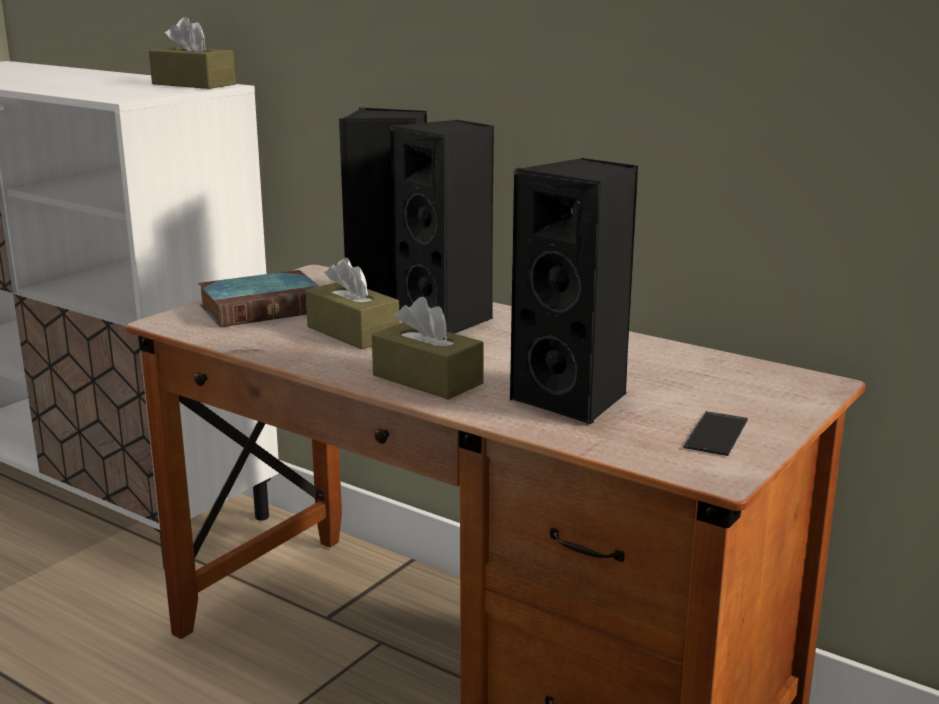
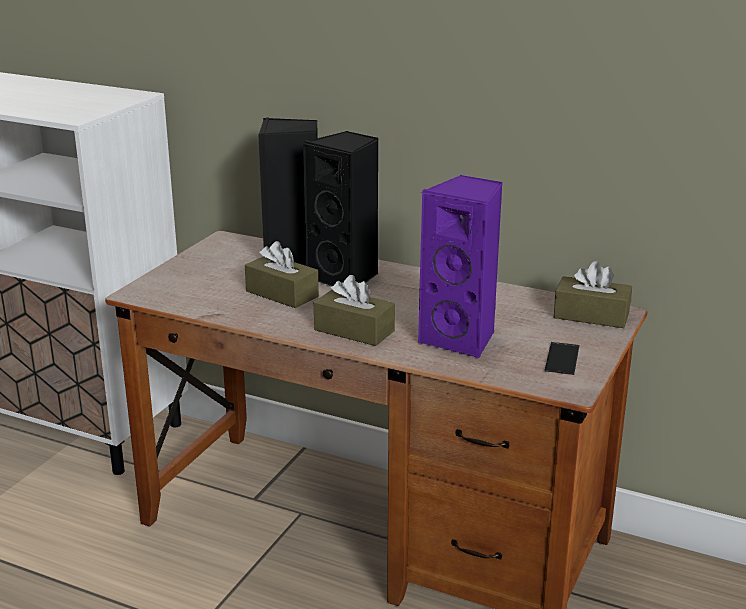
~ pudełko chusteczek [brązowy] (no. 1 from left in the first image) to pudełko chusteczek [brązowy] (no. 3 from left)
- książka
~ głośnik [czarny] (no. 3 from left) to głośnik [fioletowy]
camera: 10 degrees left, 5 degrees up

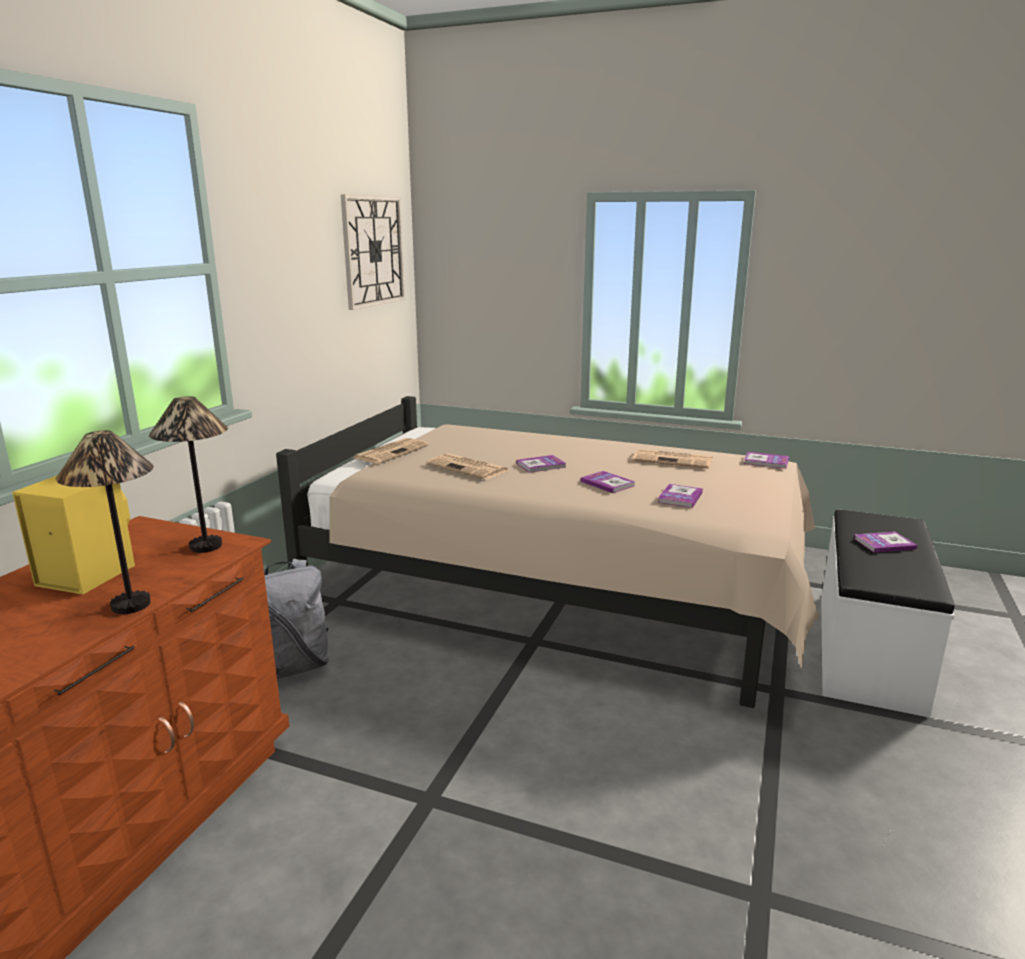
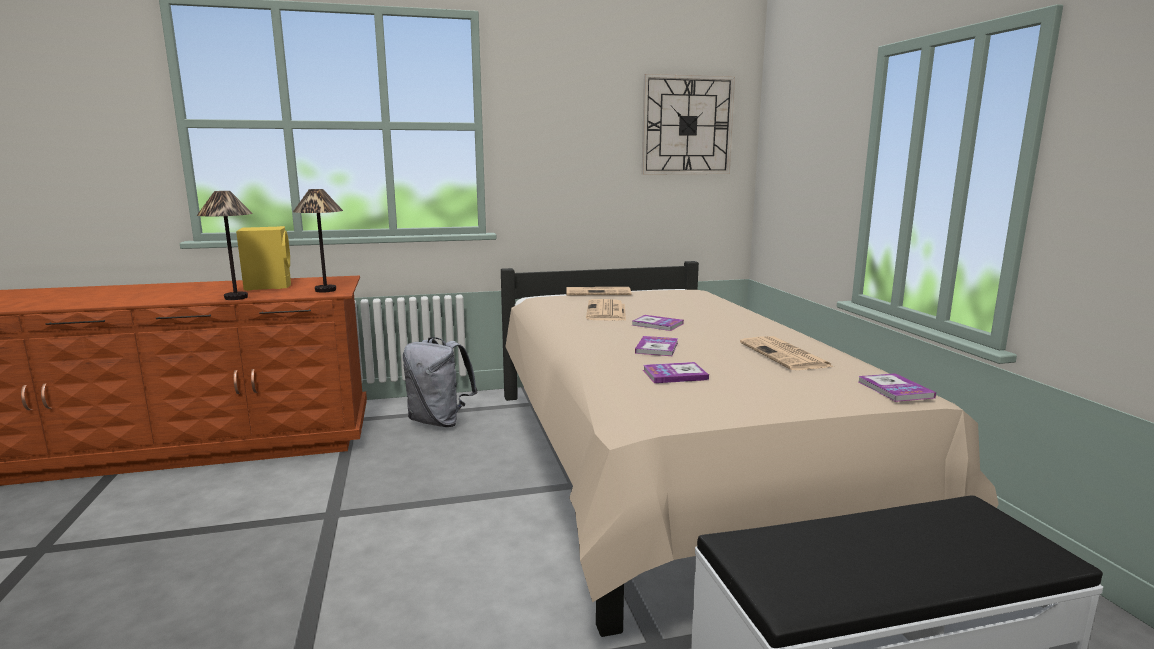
- książka (no. 5 from left)
camera: 55 degrees right, 5 degrees down

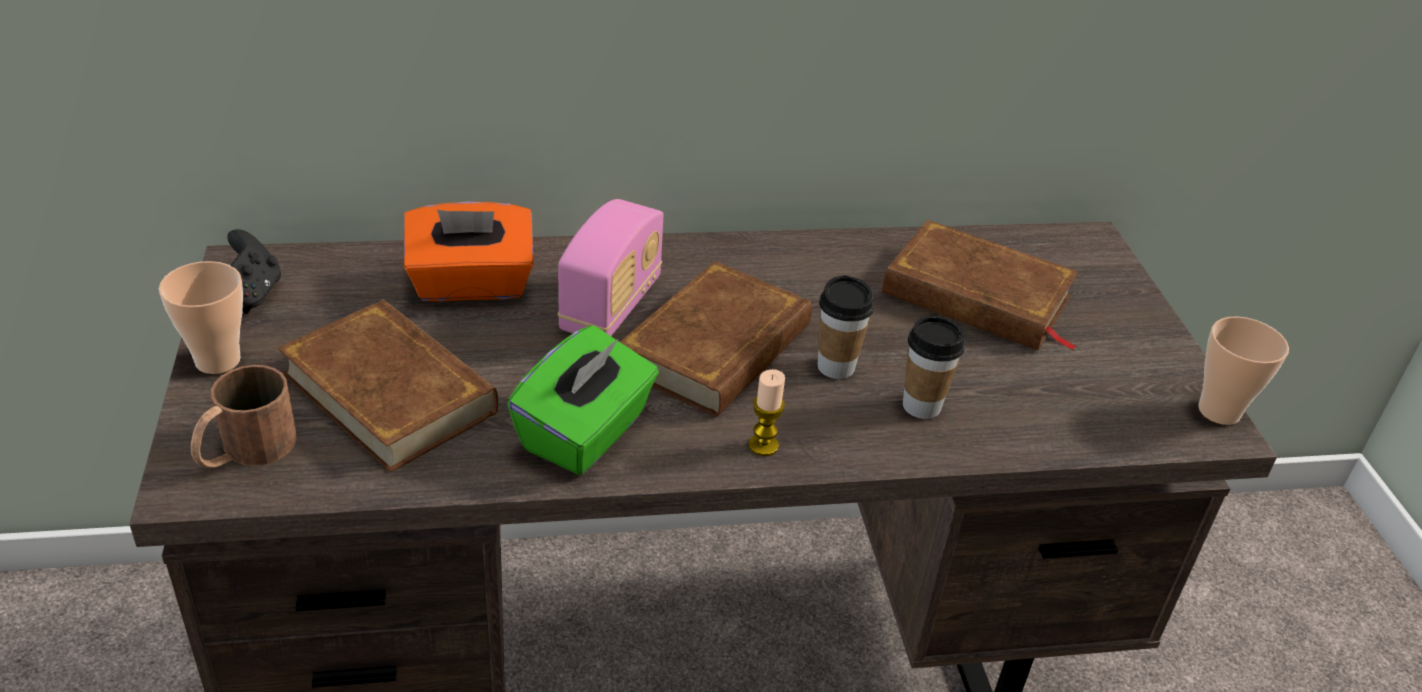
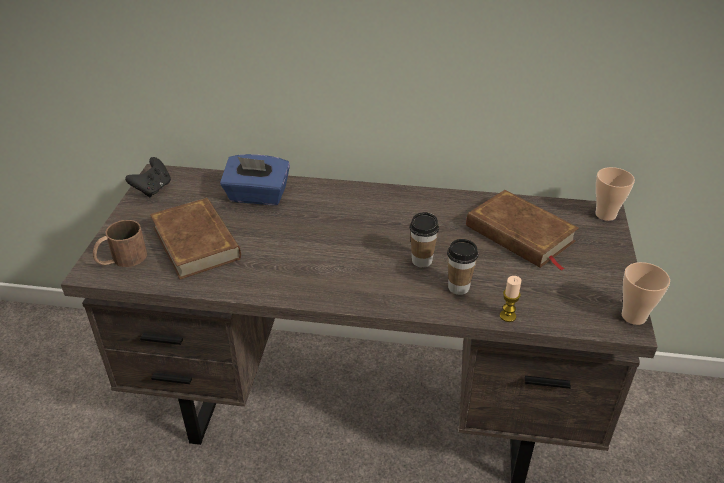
~ filiżanka (no. 1 from left in the first image) to filiżanka (no. 3 from left)
~ pudełko chusteczek [pomarańczowy] to pudełko chusteczek [niebieski]
- pudełko chusteczek [zielony]
- radio
- książka [brązowy] (no. 2 from left)
~ świeca
camera: 20 degrees right, 0 degrees up

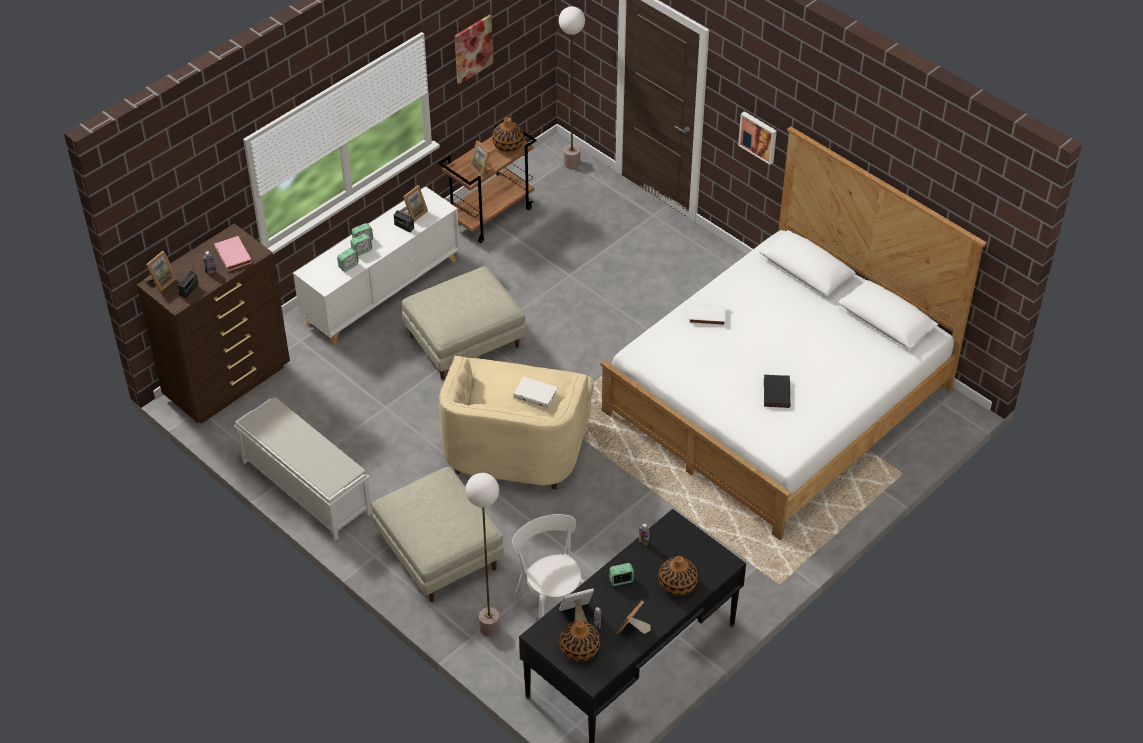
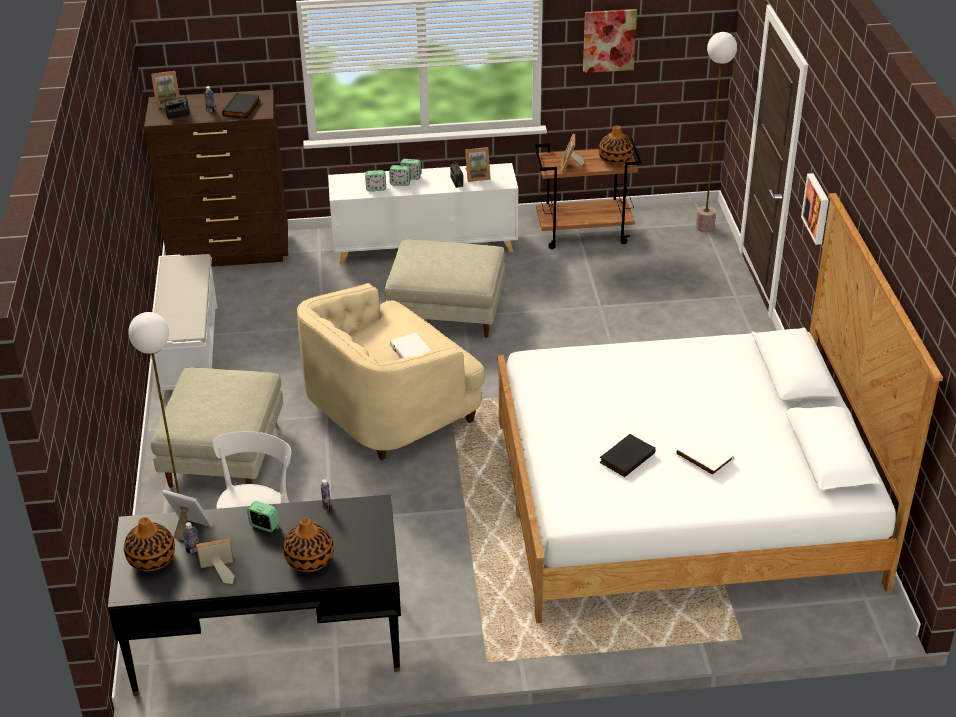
~ książka [różowy] to książka [czarny] (no. 1 from left)
~ książka [biały] (no. 2 from left)
camera: 40 degrees right, 10 degrees down

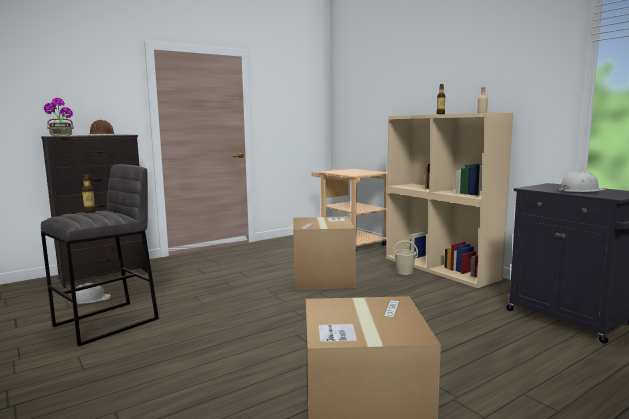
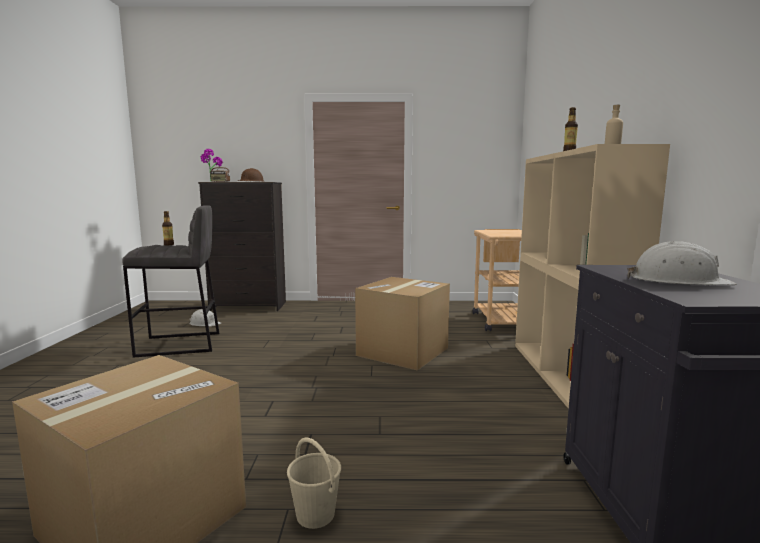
~ wiadro [beżowy]
camera: 35 degrees right, 0 degrees up

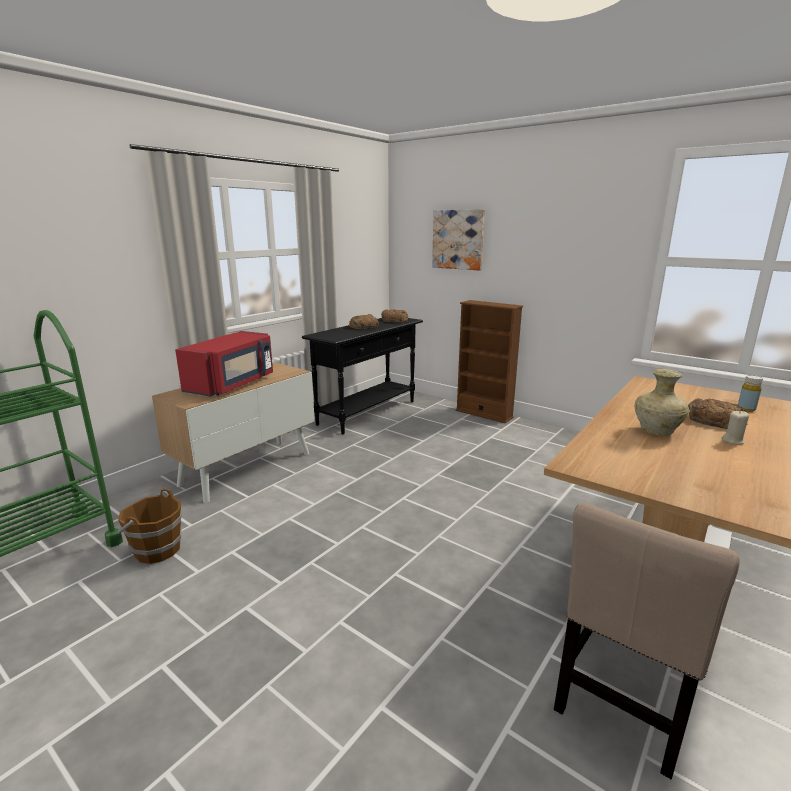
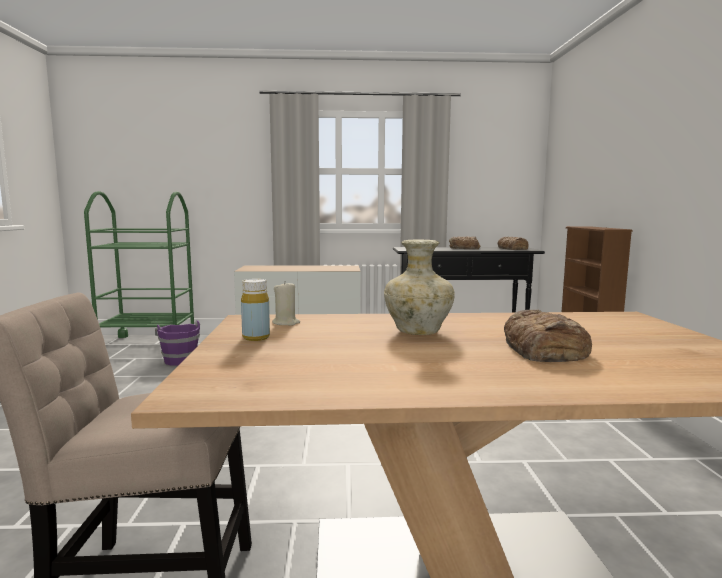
~ wiadro [brązowy] to wiadro [fioletowy]
- mikrofalówka [czerwony]
- obraz
~ świeca [beżowy]
~ butelka [żółty]
camera: 50 degrees right, 10 degrees down

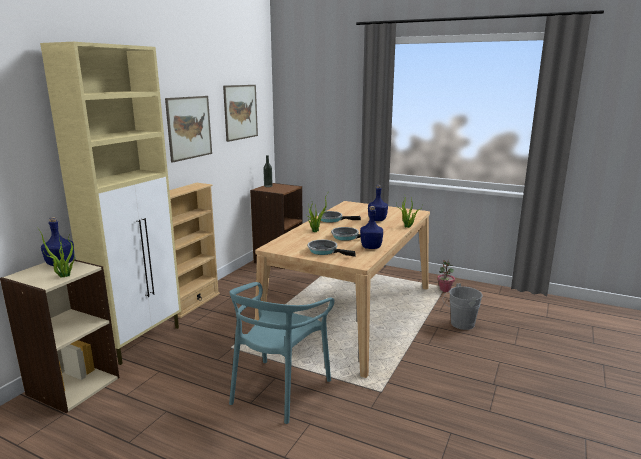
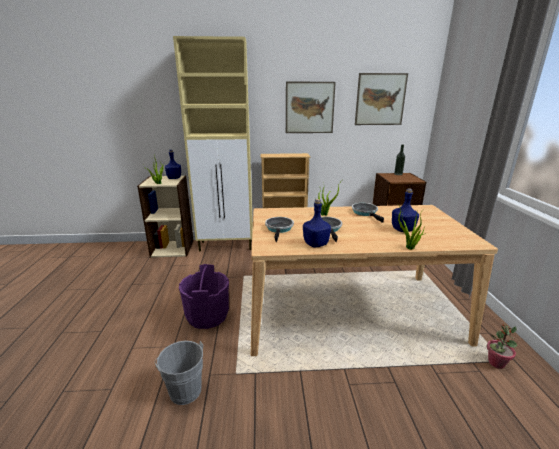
~ krzesło [turkusowy] to wiadro [fioletowy]
~ wiadro [szary]
camera: 60 degrees right, 5 degrees up

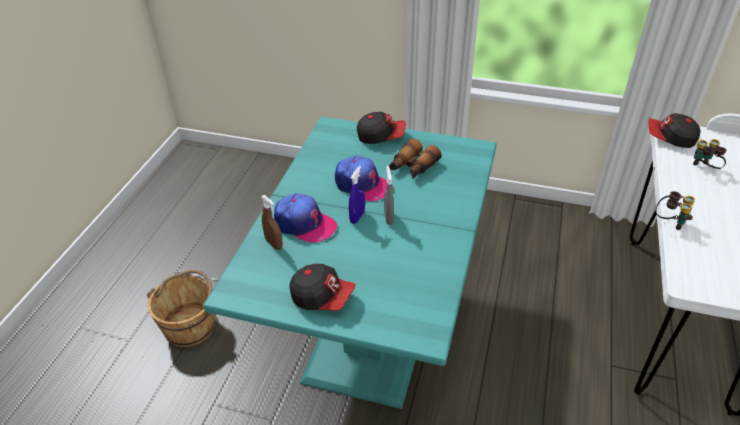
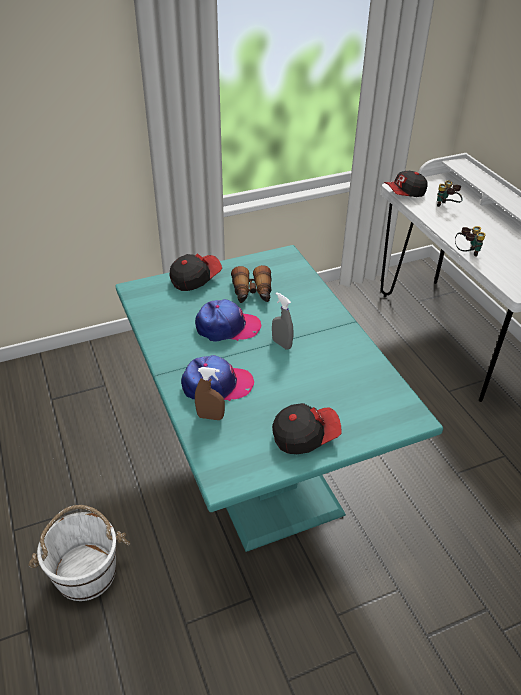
~ wiadro [brązowy] to wiadro [biały]
- spryskiwacz [niebieski]
camera: 40 degrees left, 0 degrees up

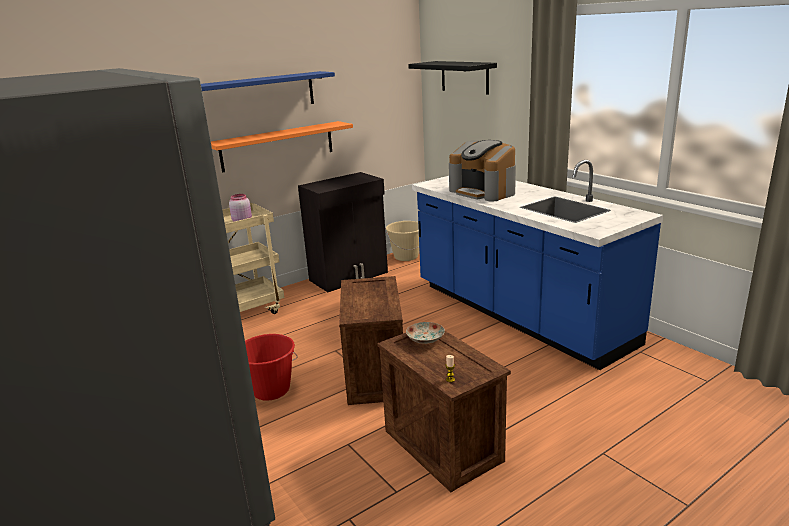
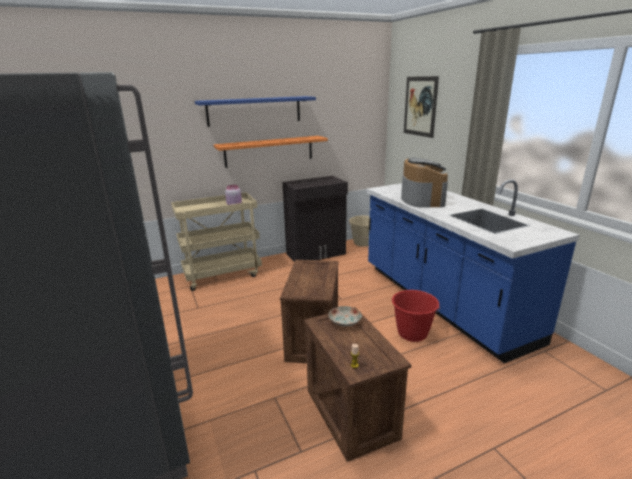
~ wiadro [czerwony]
~ półka [czarny] to obraz
~ ekspres do kawy 150 degrees counterclockwise
camera: 10 degrees right, 0 degrees up

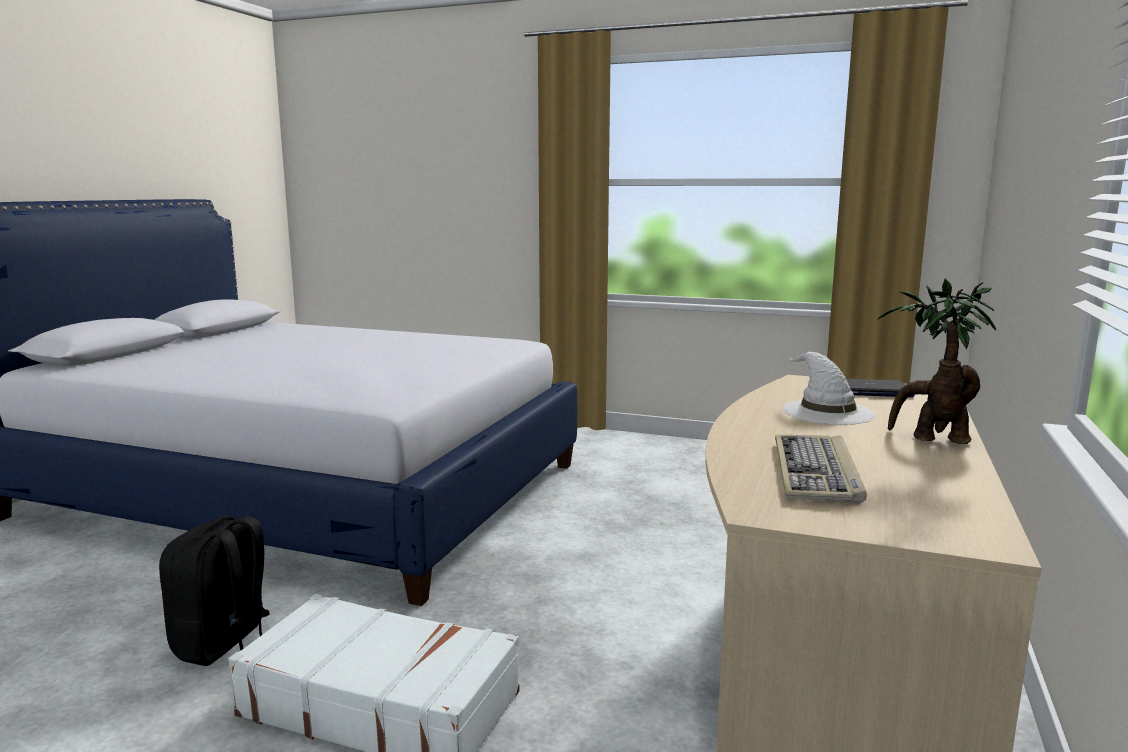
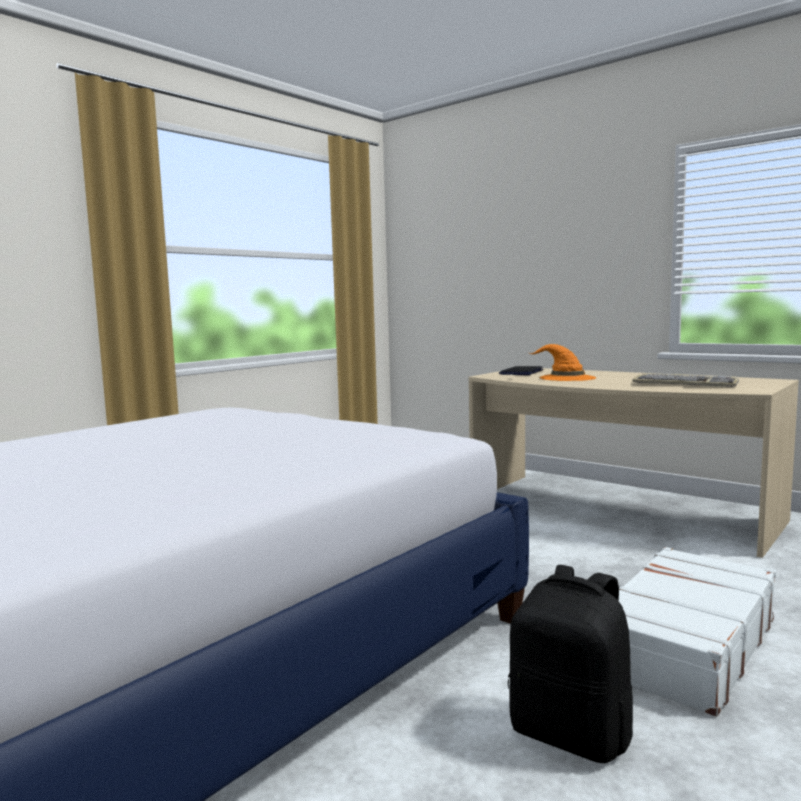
~ kapelusz [biały] to kapelusz [pomarańczowy]
- roślina doniczkowa
camera: 70 degrees left, 5 degrees down

